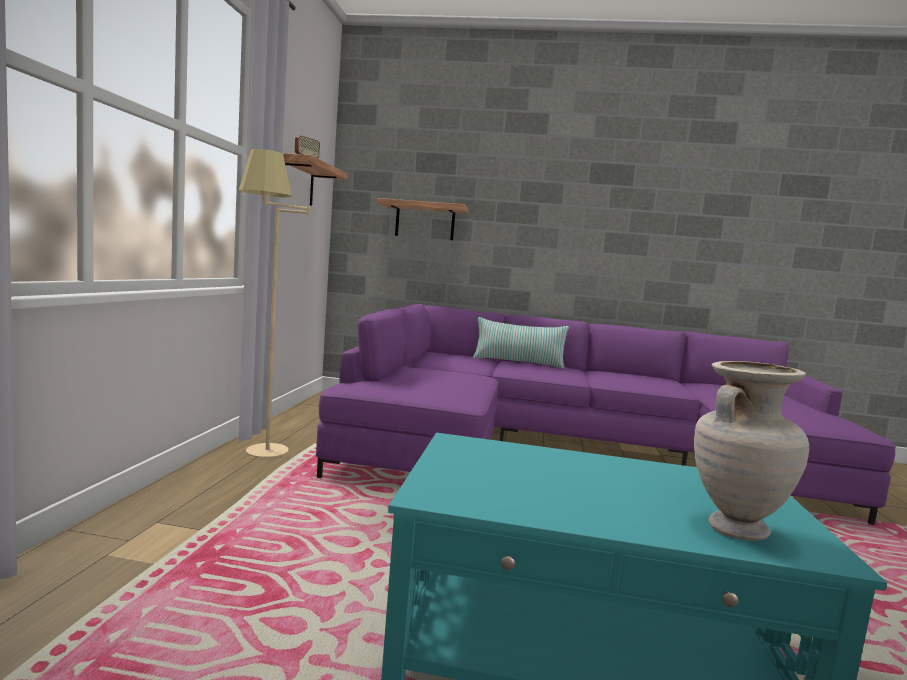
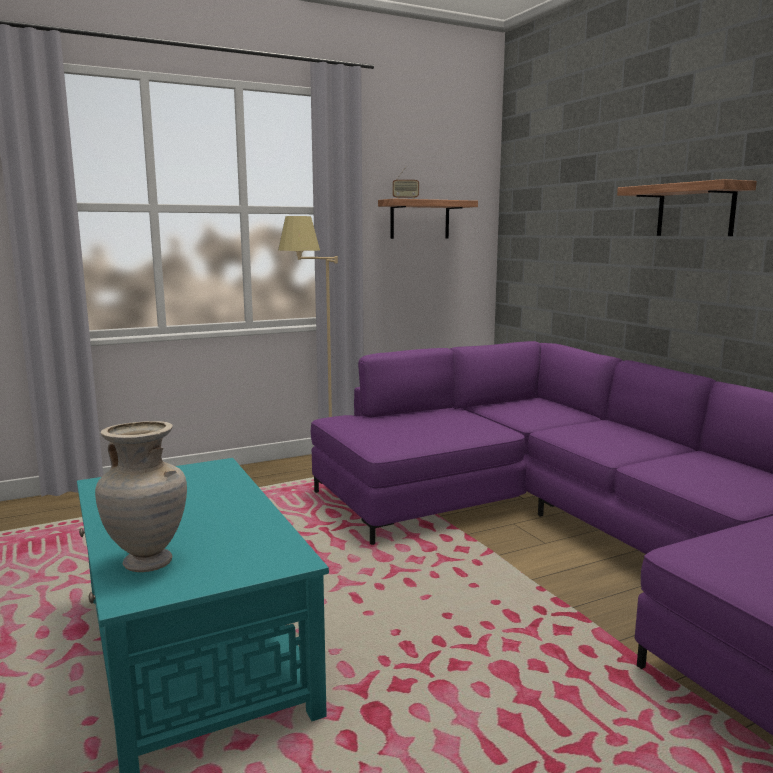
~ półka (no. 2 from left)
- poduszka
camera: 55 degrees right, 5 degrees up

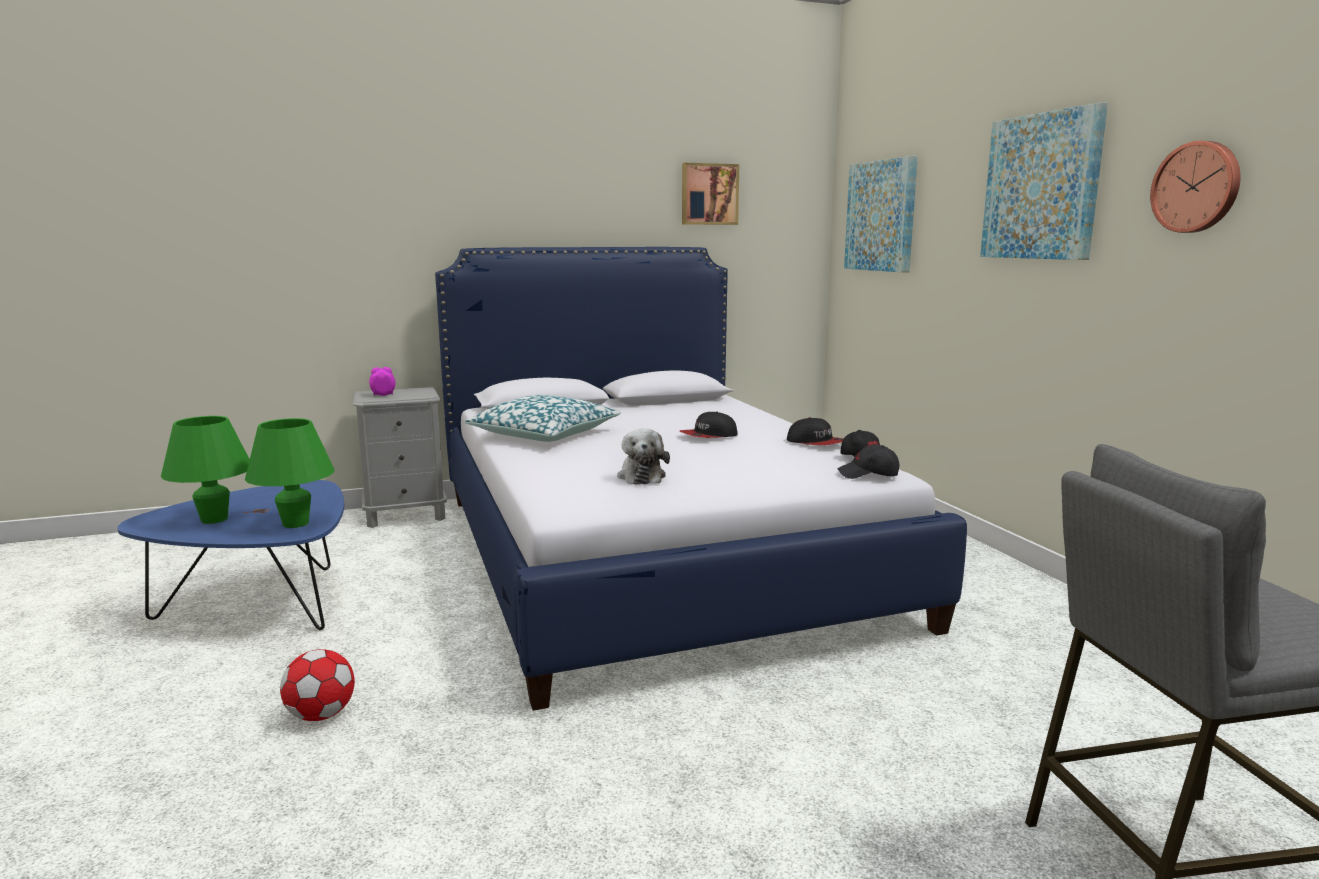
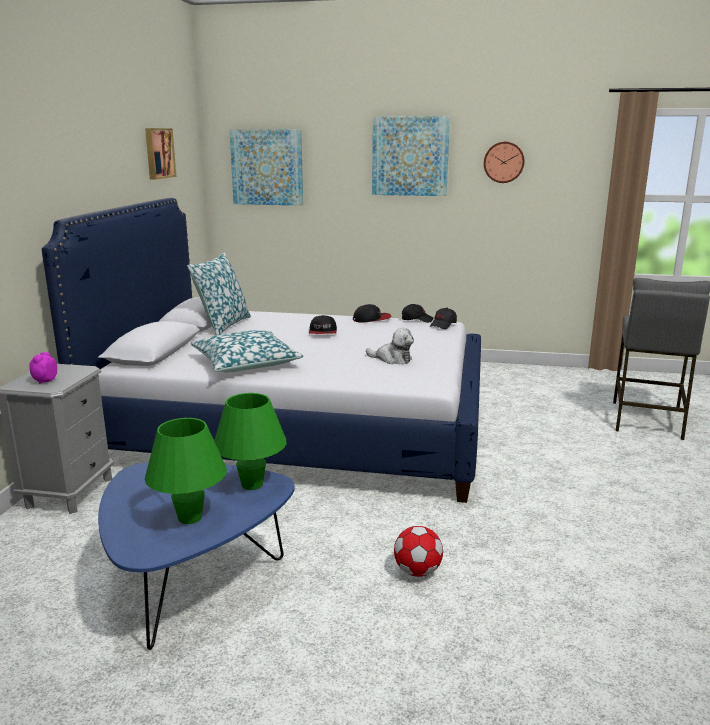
+ poduszka (no. 1 from left)
camera: 60 degrees left, 5 degrees up

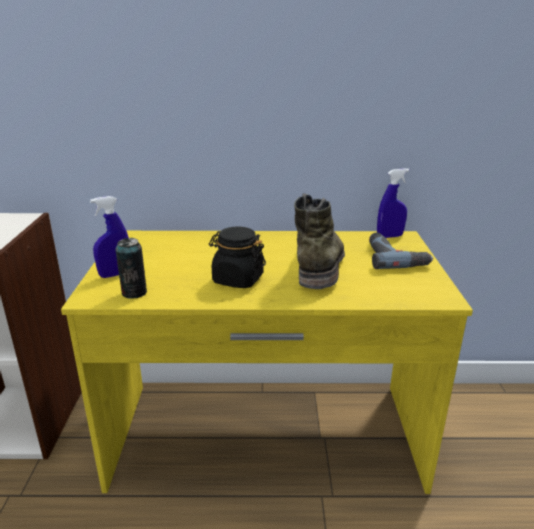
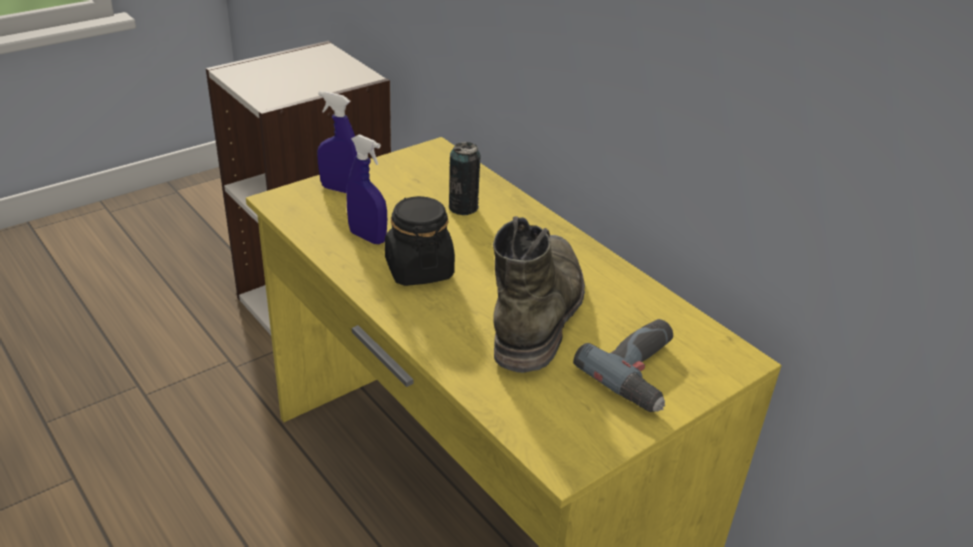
~ puszka
~ but z cholewką [zielony] 45 degrees counterclockwise
~ spryskiwacz [niebieski] (no. 2 from left)
camera: 50 degrees right, 10 degrees up

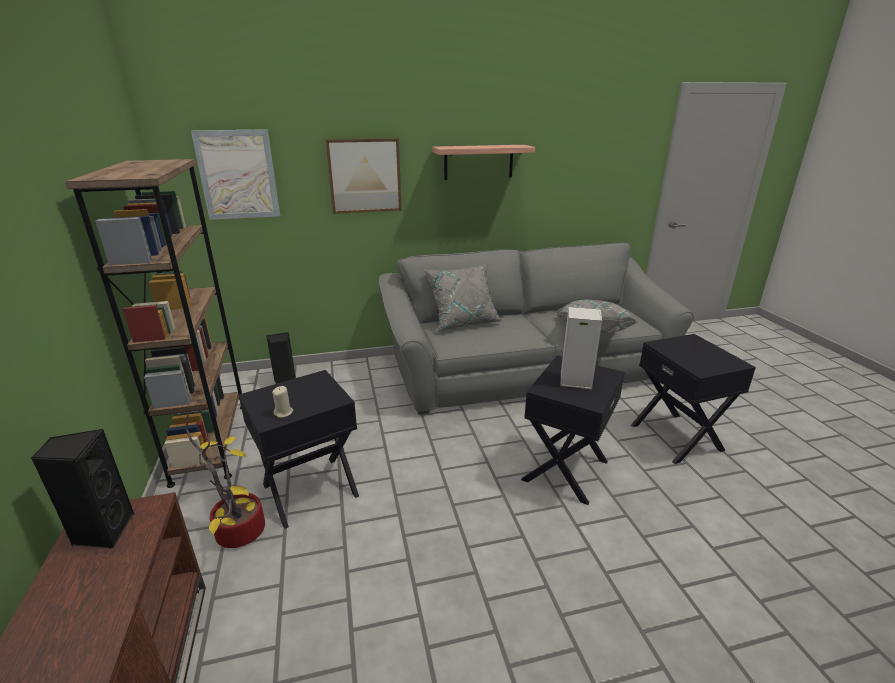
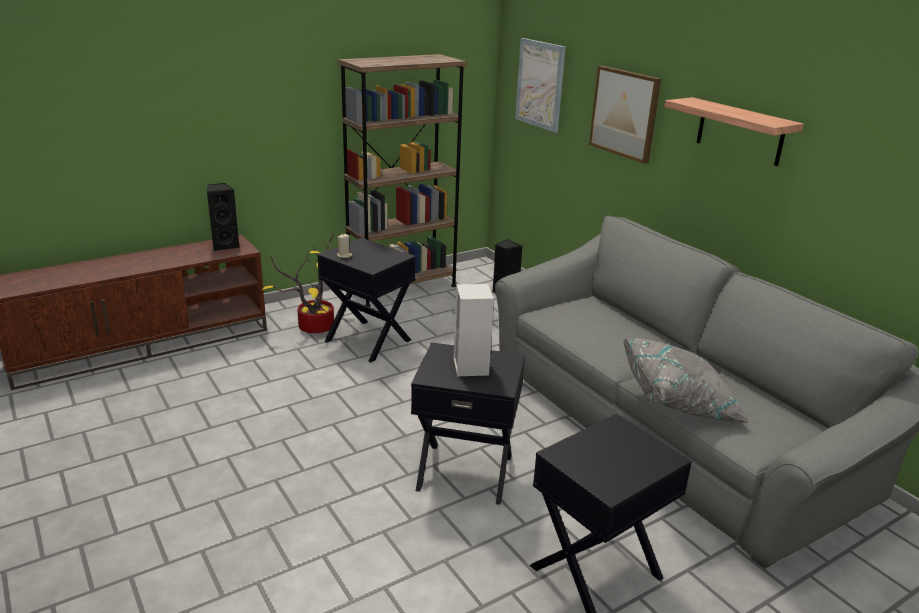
- poduszka [szary] (no. 1 from left)
camera: 70 degrees right, 0 degrees up

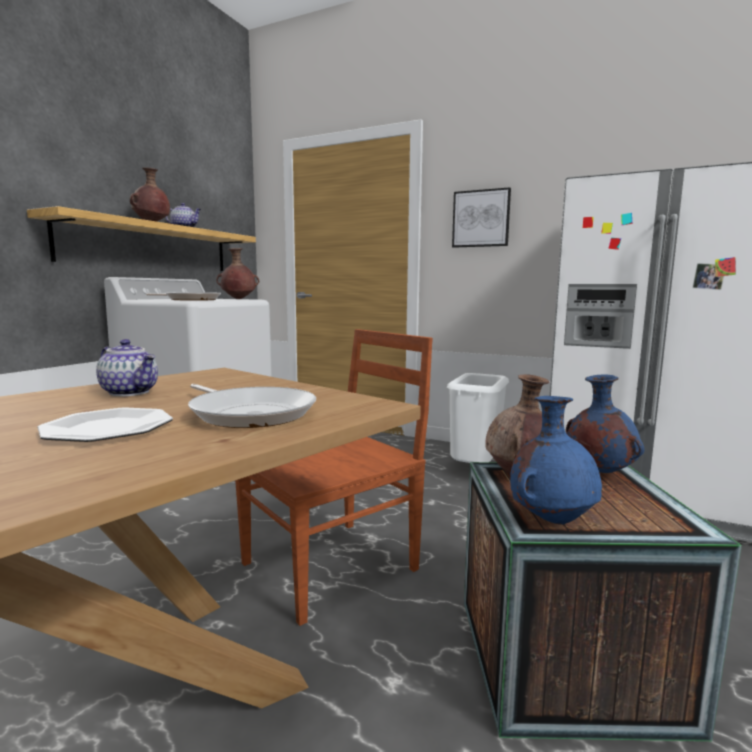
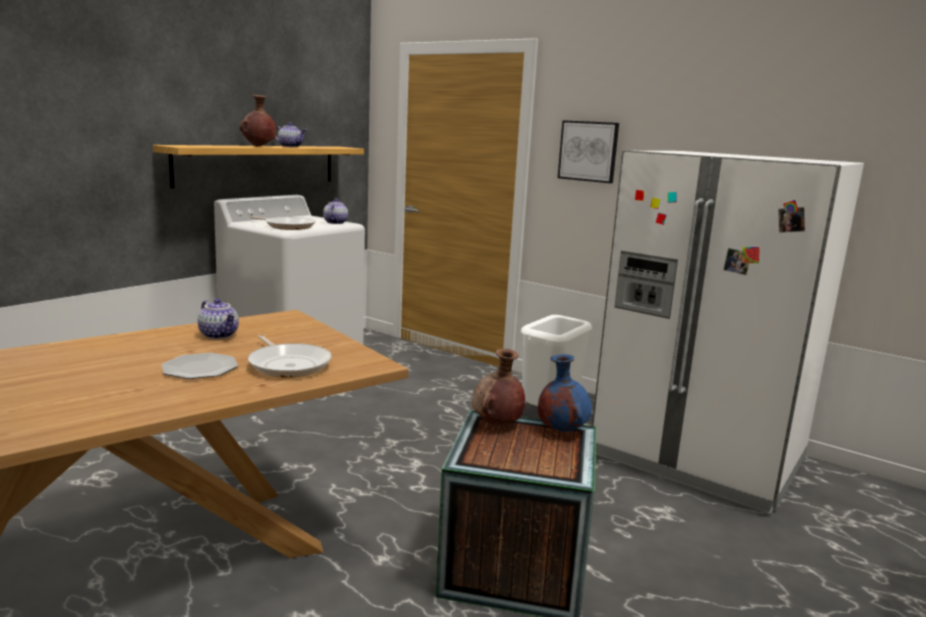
~ wazon [brązowy] (no. 2 from left) to imbryk (no. 3 from left)
- krzesło [brązowy]
- wazon [niebieski] (no. 1 from left)
camera: 10 degrees right, 5 degrees up

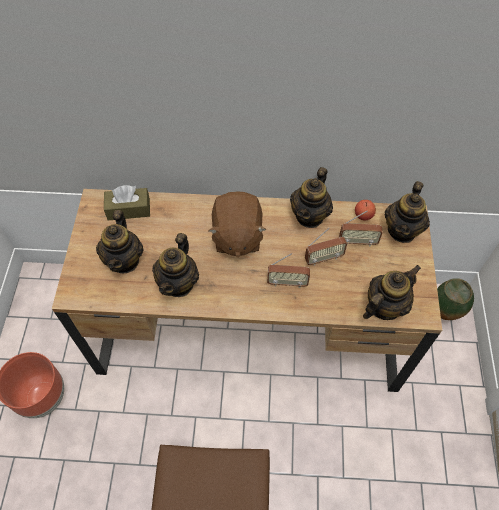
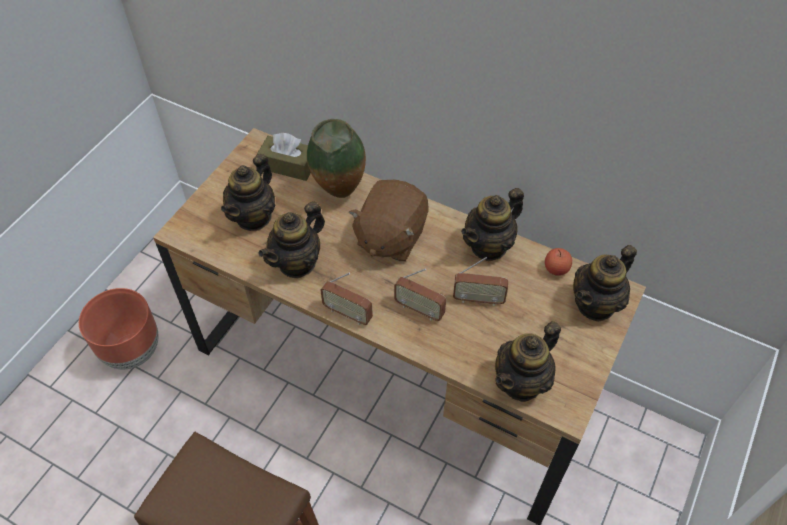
~ radio (no. 3 from left in the first image) to radio (no. 1 from left)
~ imbryk (no. 4 from left) 150 degrees clockwise
~ wazon
camera: 25 degrees right, 5 degrees down

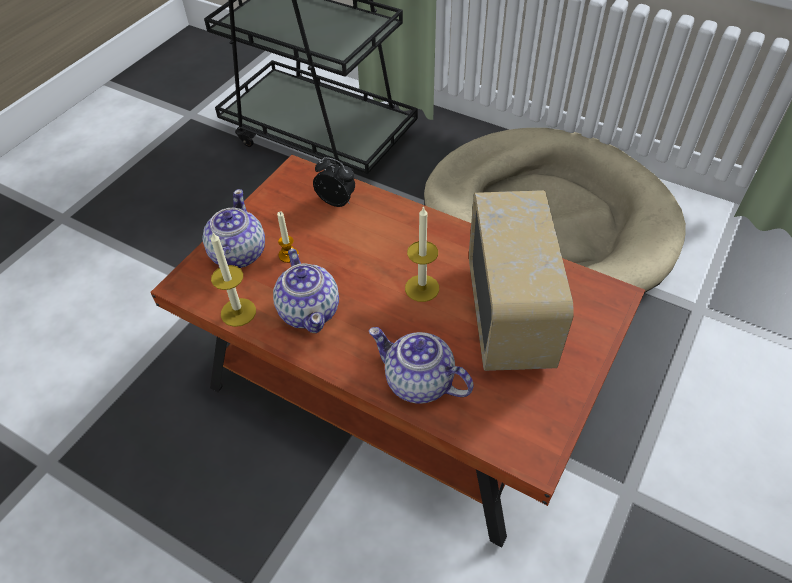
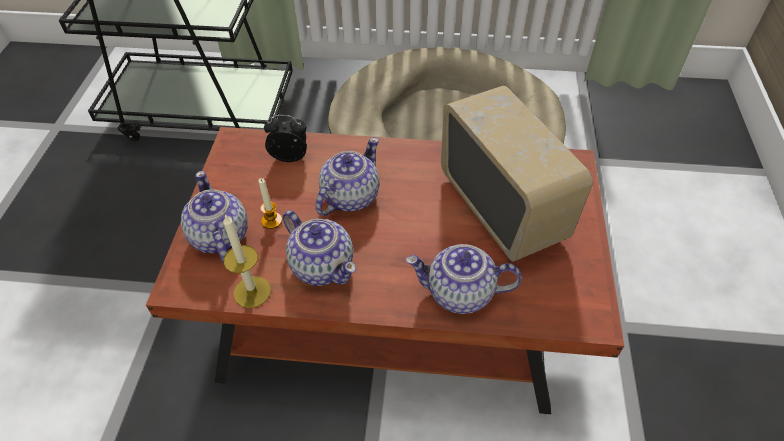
- świeca (no. 3 from left)
+ imbryk (no. 3 from left)
camera: 25 degrees left, 0 degrees up

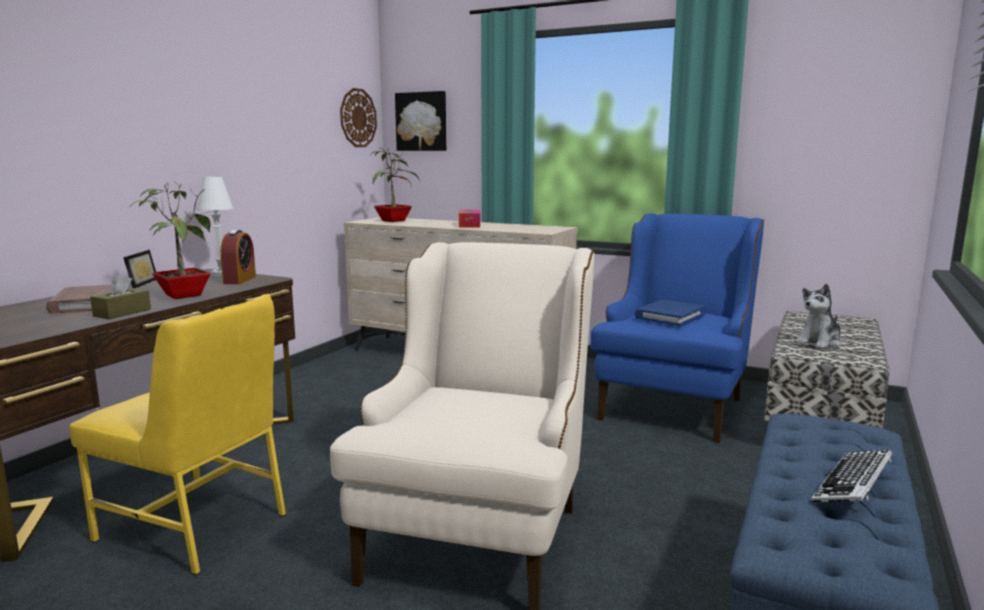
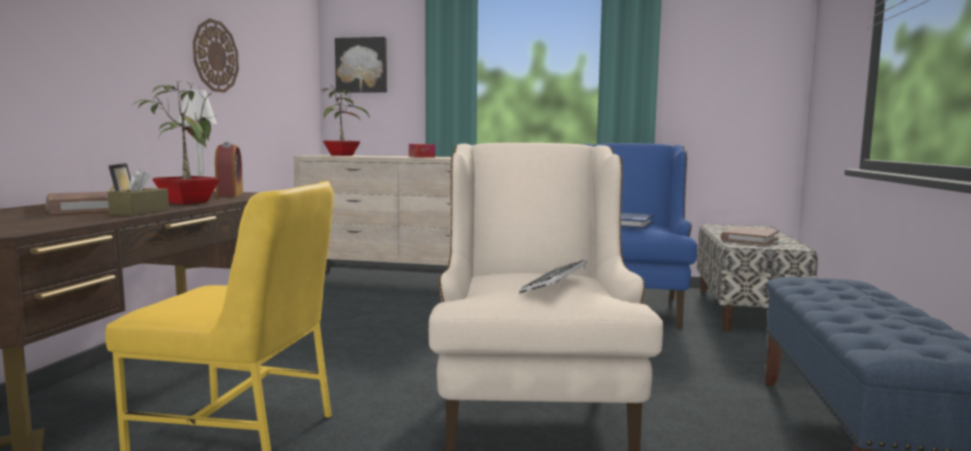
~ zegar ścienny
~ pluszak to książka [brązowy] (no. 2 from left)
~ klawiatura
camera: 15 degrees left, 5 degrees down

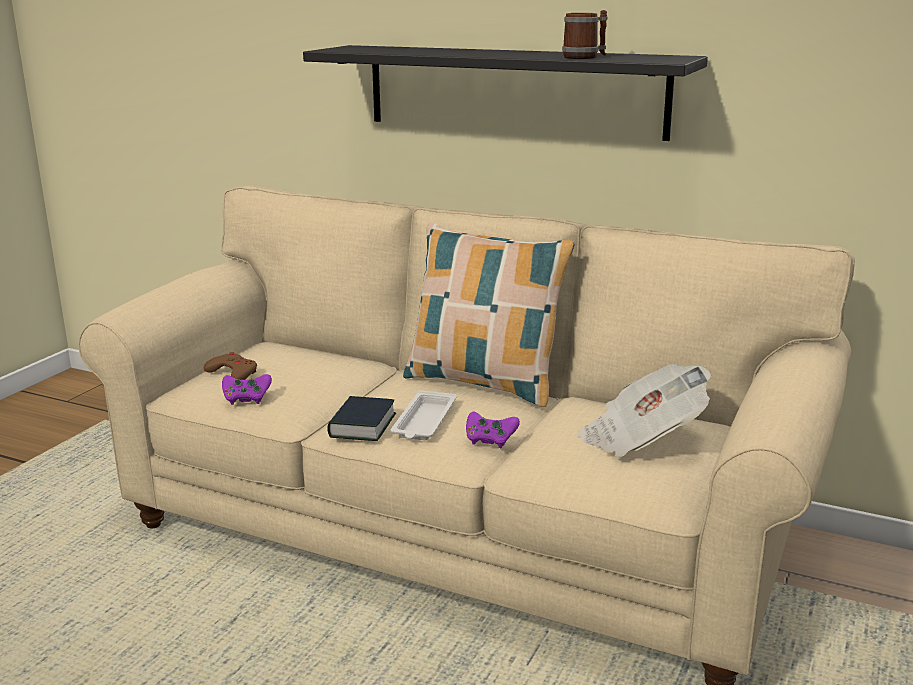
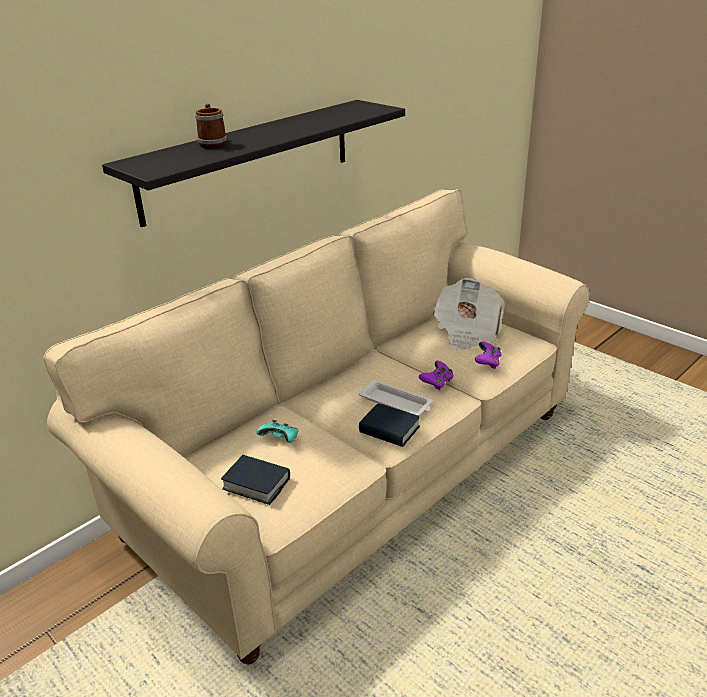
~ pad do gier [brązowy] to książka (no. 1 from left)
~ pad do gier [fioletowy] (no. 1 from left in the first image) to pad do gier [fioletowy] (no. 2 from left)
- poduszka
~ kubek
+ pad do gier [turkusowy]
camera: 70 degrees left, 10 degrees up

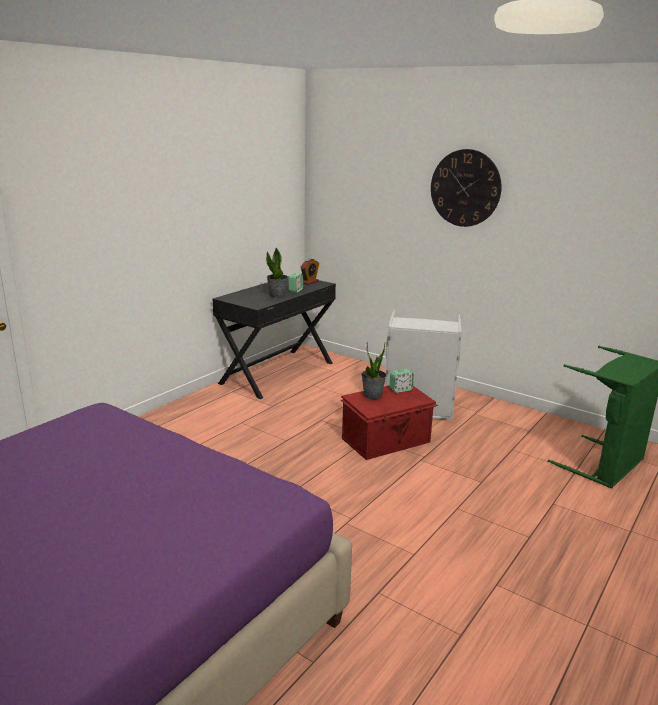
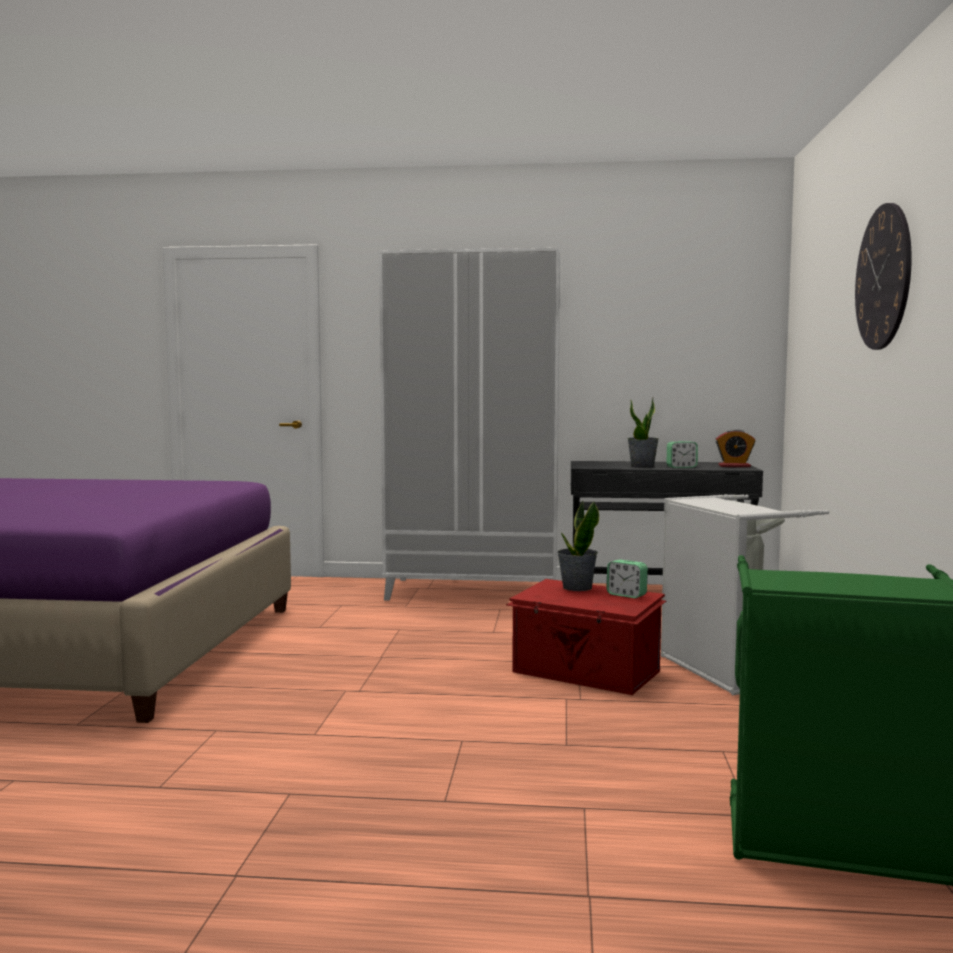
+ szafa [biały]
camera: 60 degrees right, 15 degrees down

